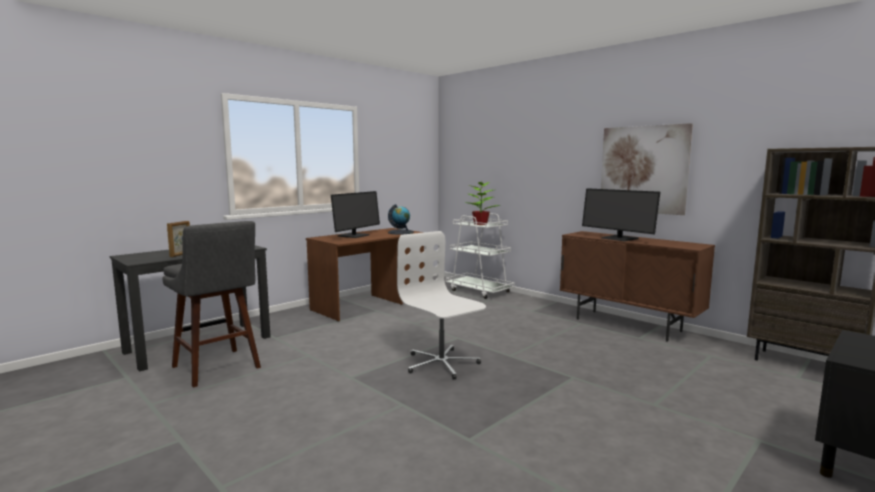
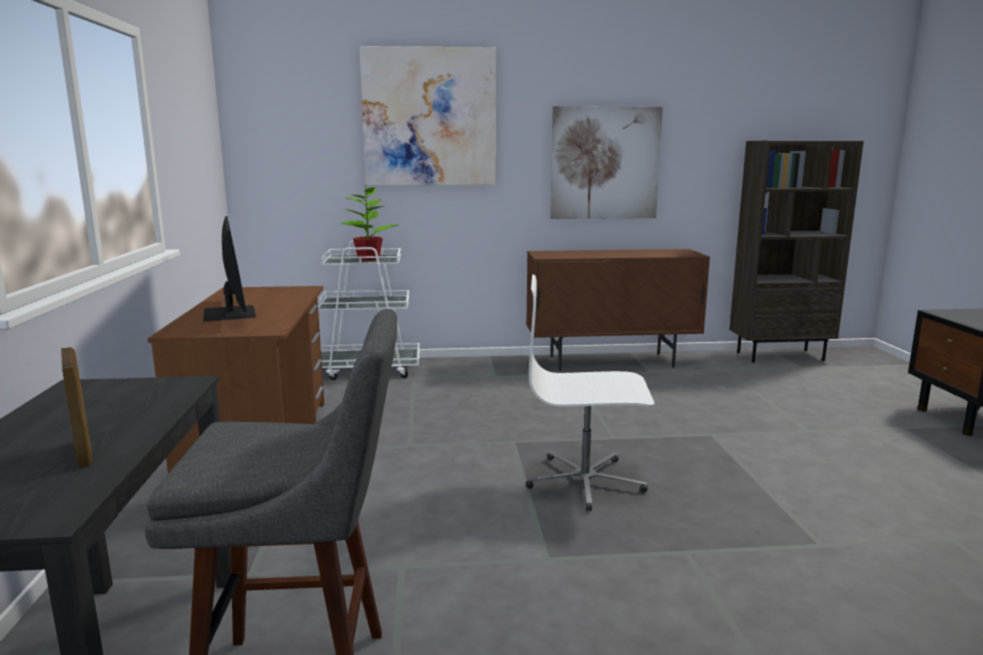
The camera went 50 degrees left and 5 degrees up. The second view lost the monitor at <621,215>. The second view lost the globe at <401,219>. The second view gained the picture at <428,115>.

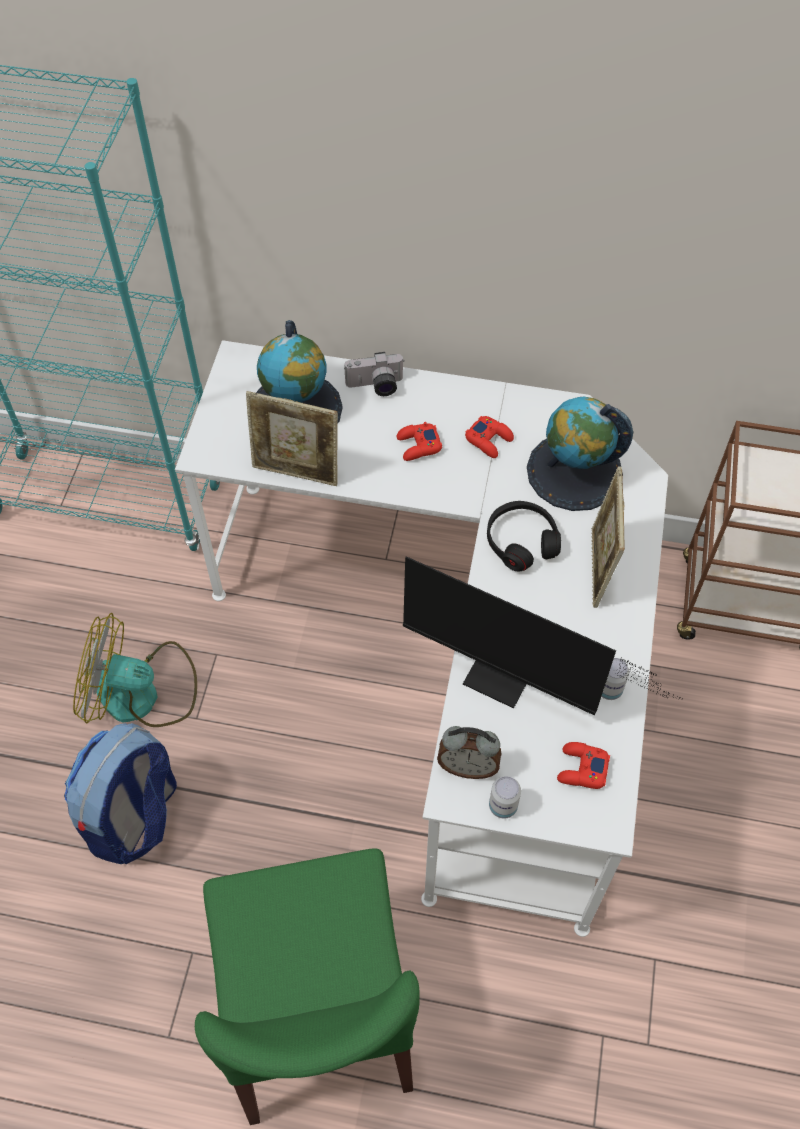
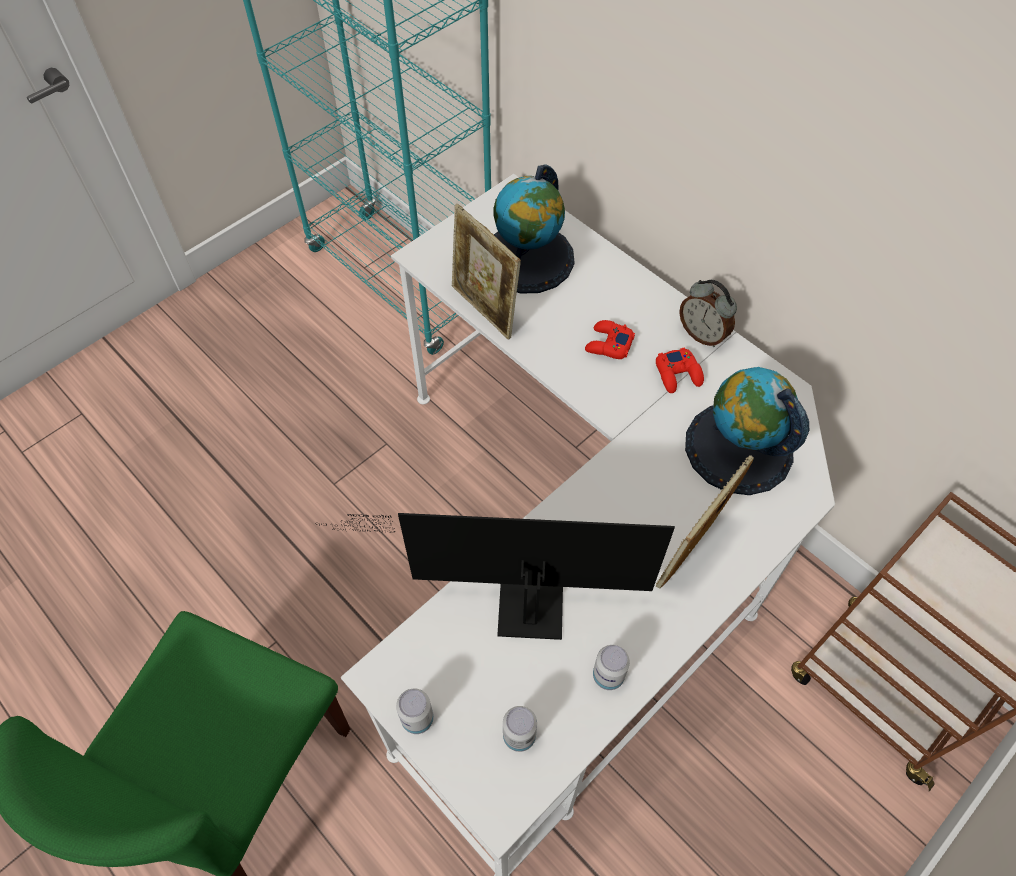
The camera went 35 degrees right and 0 degrees up. The second view lost the photo camera at <373,374>. The second view lost the headphones/black at <524,536>. The monitor at <543,635> ended up facing another way, 120 degrees clockwise from before. The second view lost the fan at <135,670>. The second view lost the backpack at <120,793>. The alarm clock ended up elsewhere, having gone from <469,752> to <708,313>. Where the game controller/red stood at <583,765>, the can came to stand at <520,729>.

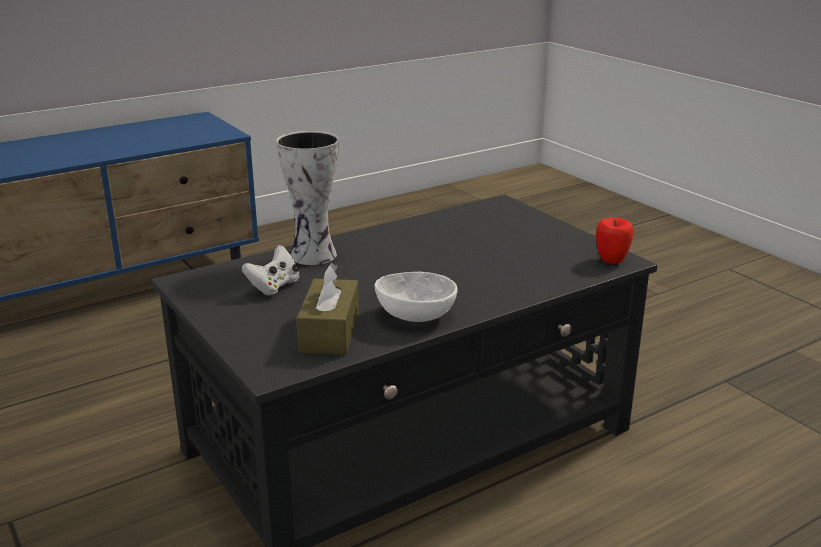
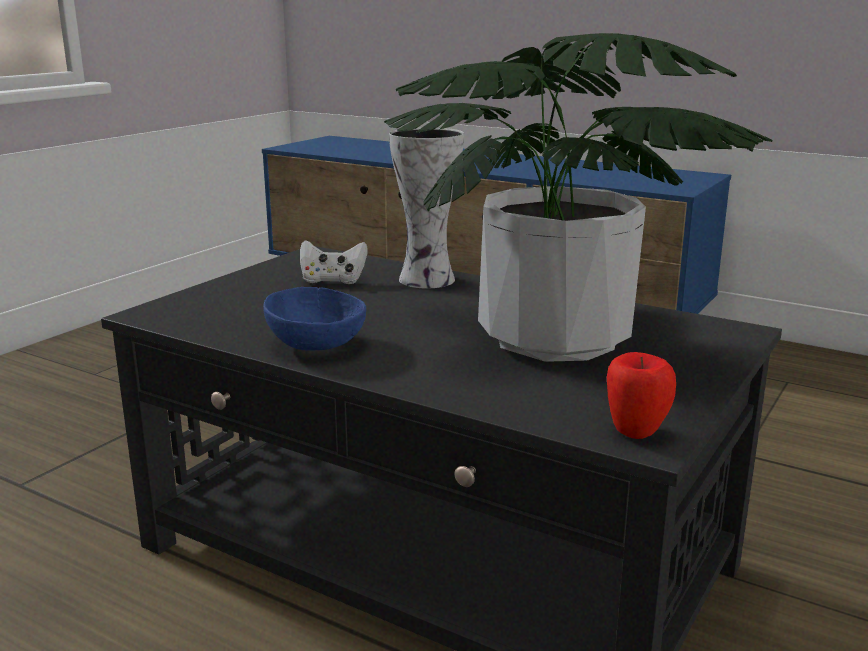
The camera went 65 degrees right and 5 degrees down. The second view lost the tissue box/brown at <327,309>. What was the bowl/white at <416,297> turned into the bowl/blue at <314,319>. The second view gained the potted plant at <578,197>.

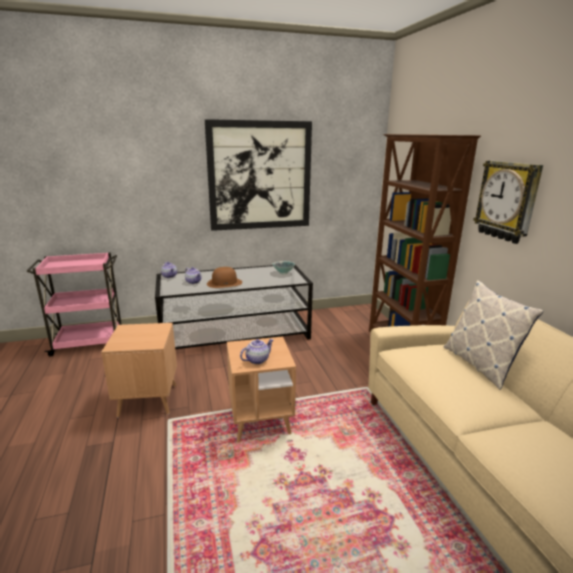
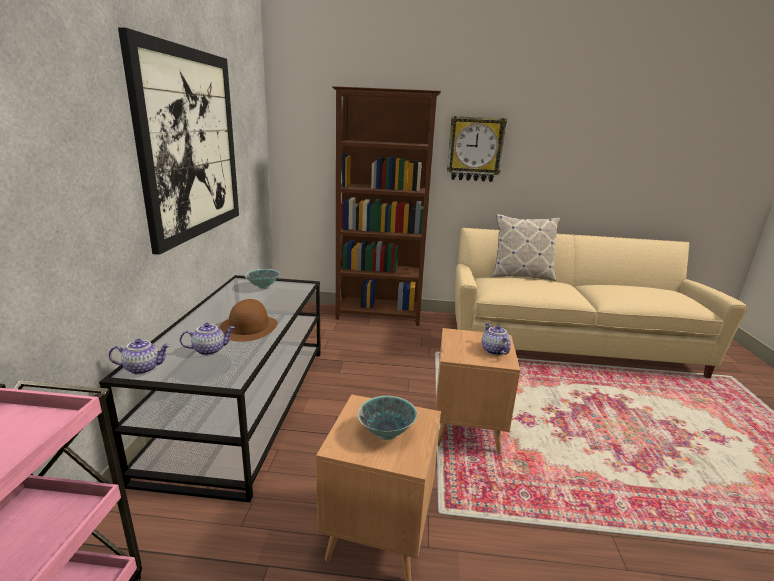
The camera went 70 degrees left and 0 degrees up. The second view gained the bowl at <387,418>.

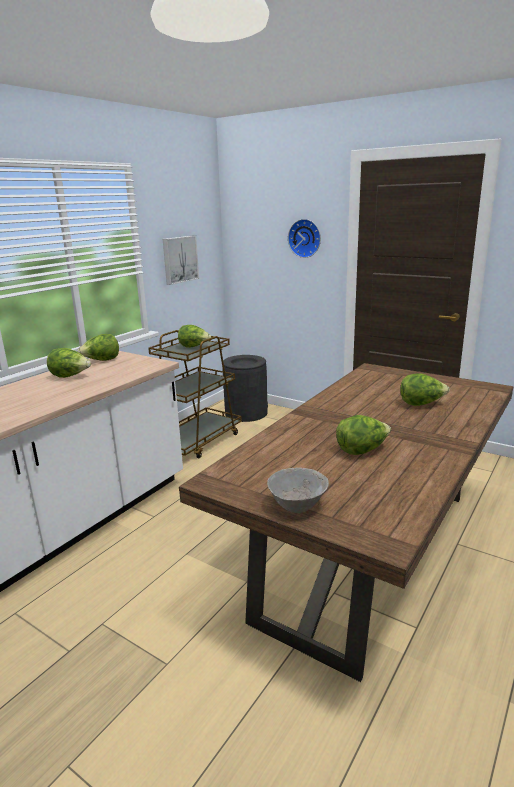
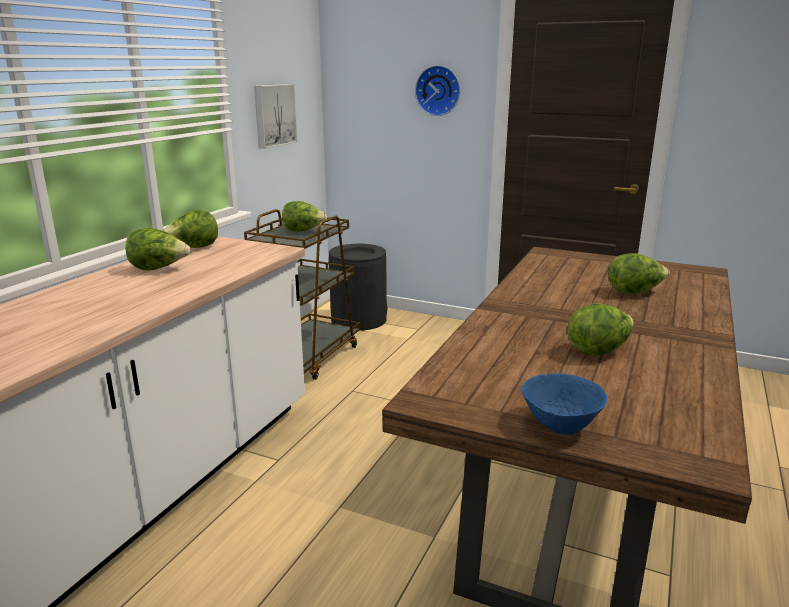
The camera went 10 degrees left and 0 degrees up. What was the bowl/grey at <298,490> turned into the bowl/blue at <565,403>.

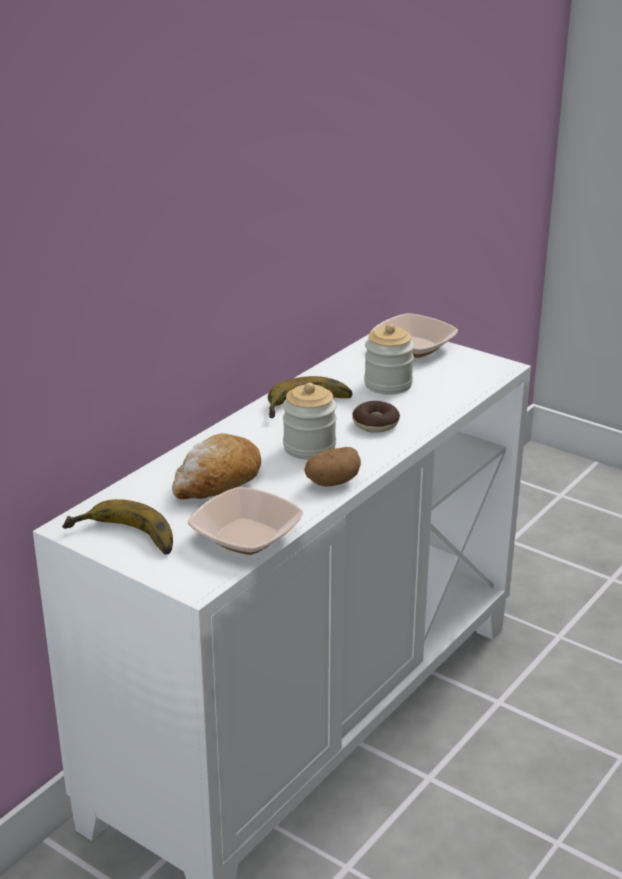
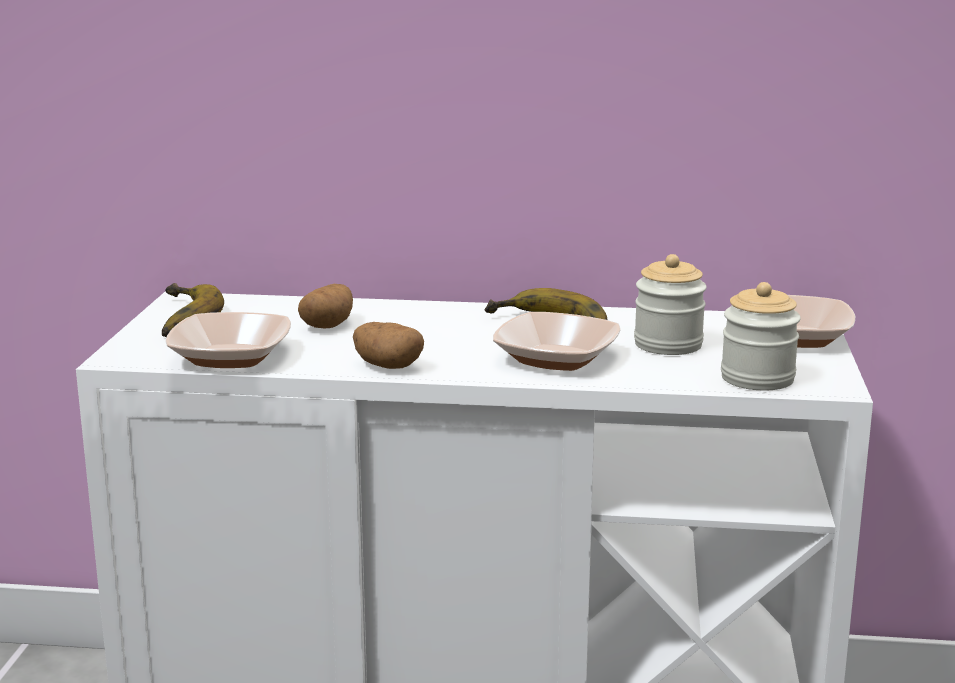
The camera went 60 degrees right and 10 degrees down. The jar ended up elsewhere, having gone from <310,421> to <761,336>. Where the donut stood at <376,417>, the bowl came to stand at <557,341>. Where the bread stood at <216,466>, the potato came to stand at <325,306>.

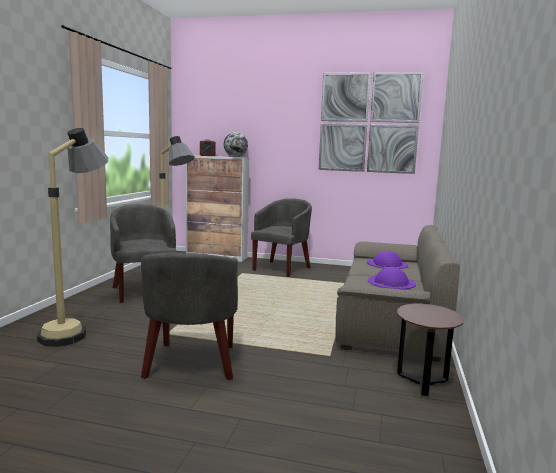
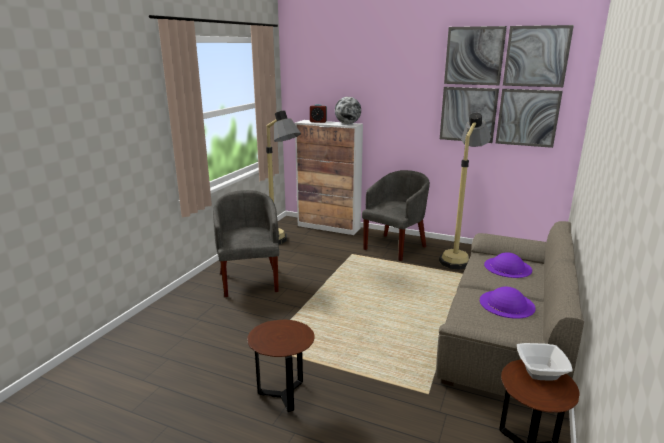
The camera went 10 degrees right and 10 degrees up. The floor lamp ended up elsewhere, having gone from <72,237> to <465,191>. Where the armchair/grey stood at <189,316>, the side table/brown came to stand at <281,366>. The second view gained the bowl at <545,362>.

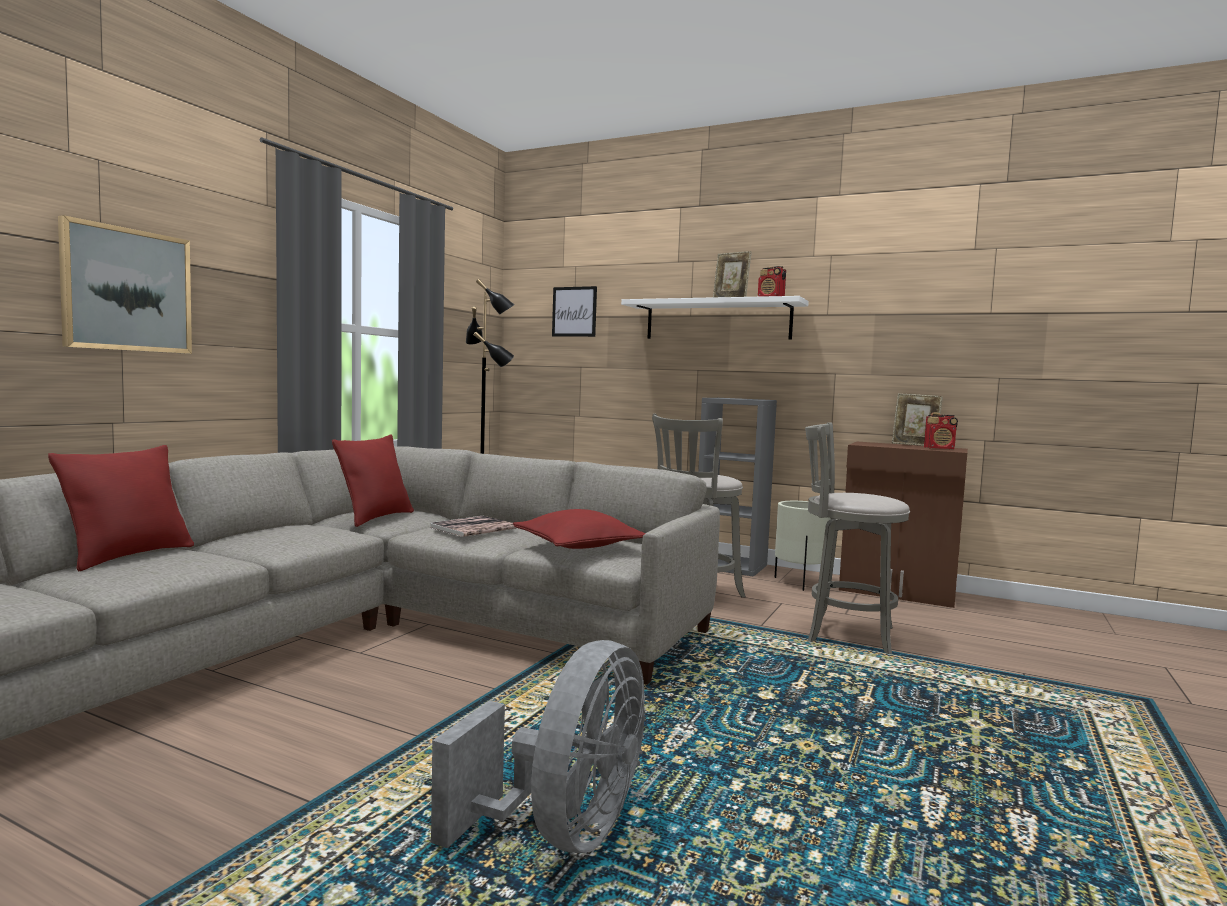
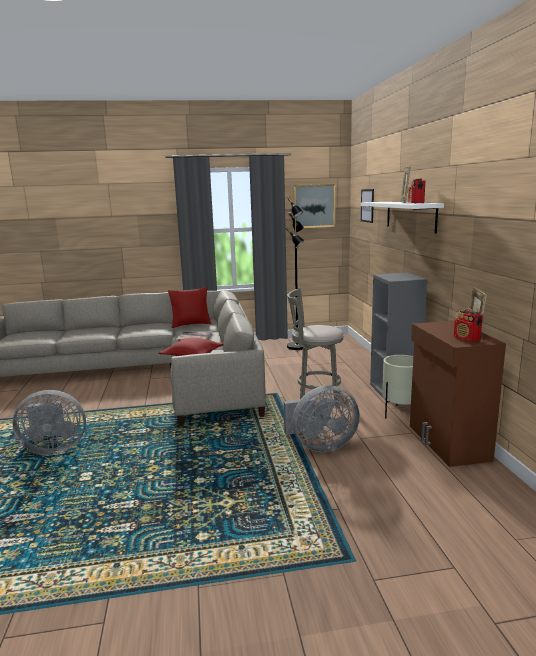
The camera went 55 degrees right and 10 degrees up. The picture ended up elsewhere, having gone from <125,284> to <314,206>. Where the stool/grey stood at <857,538>, the fan/grey came to stand at <322,418>. The second view lost the pillow/red at <121,508>.

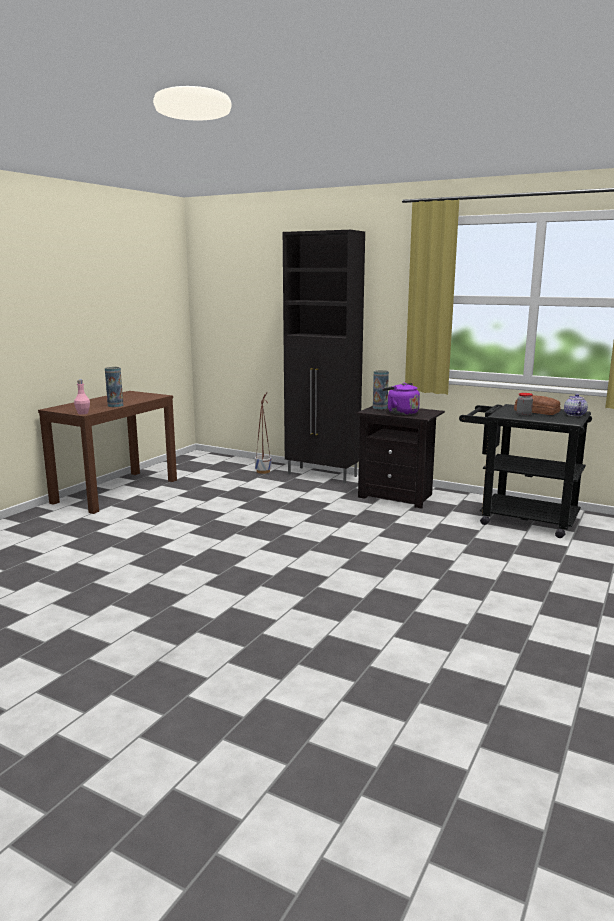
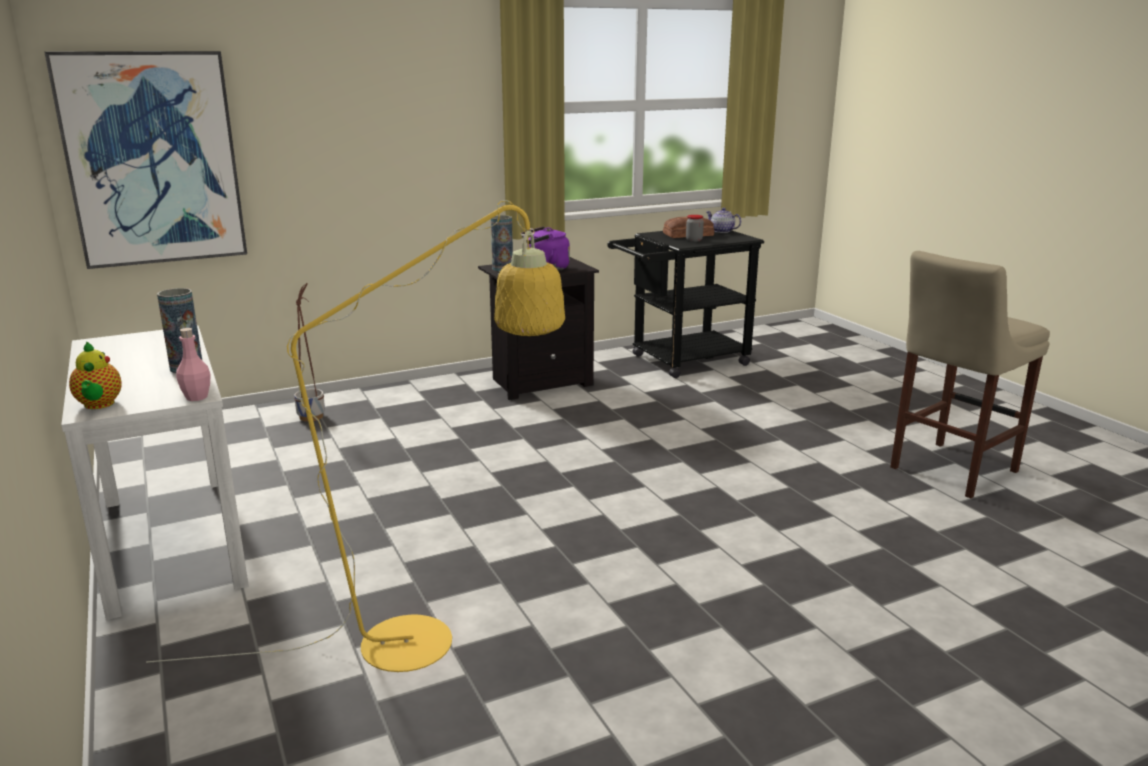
The camera went 55 degrees left and 5 degrees up. The second view lost the cabinet/black at <324,356>. What was the console table/brown at <107,452> turned into the console table/white at <155,473>. The second view gained the picture at <145,160>. The second view gained the floor lamp/yellow at <355,436>. The second view gained the stool/beige at <970,374>. The second view gained the teapot at <95,375>.

